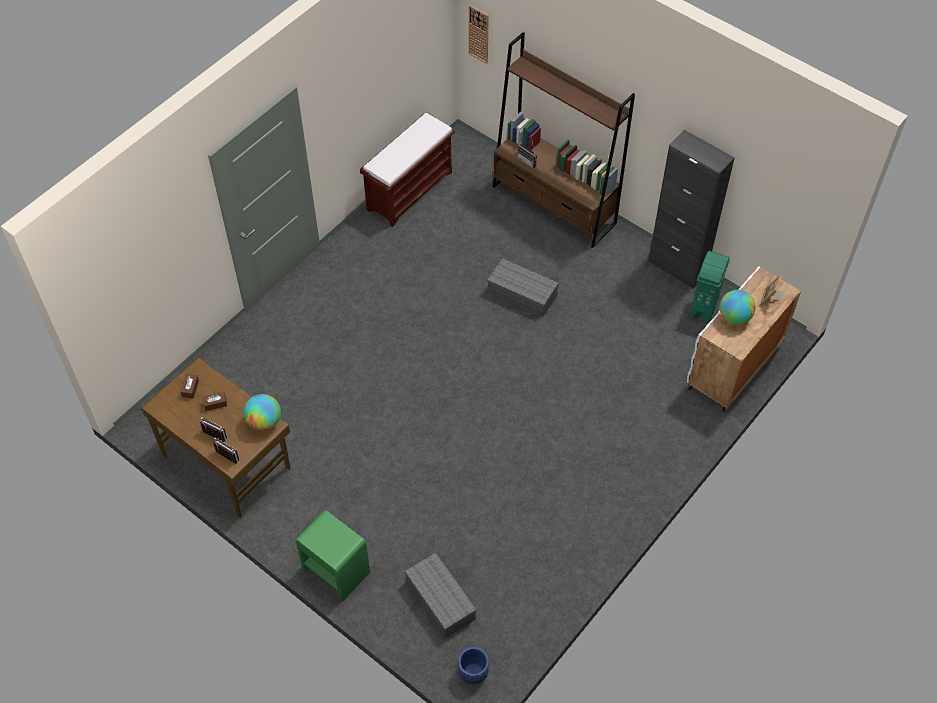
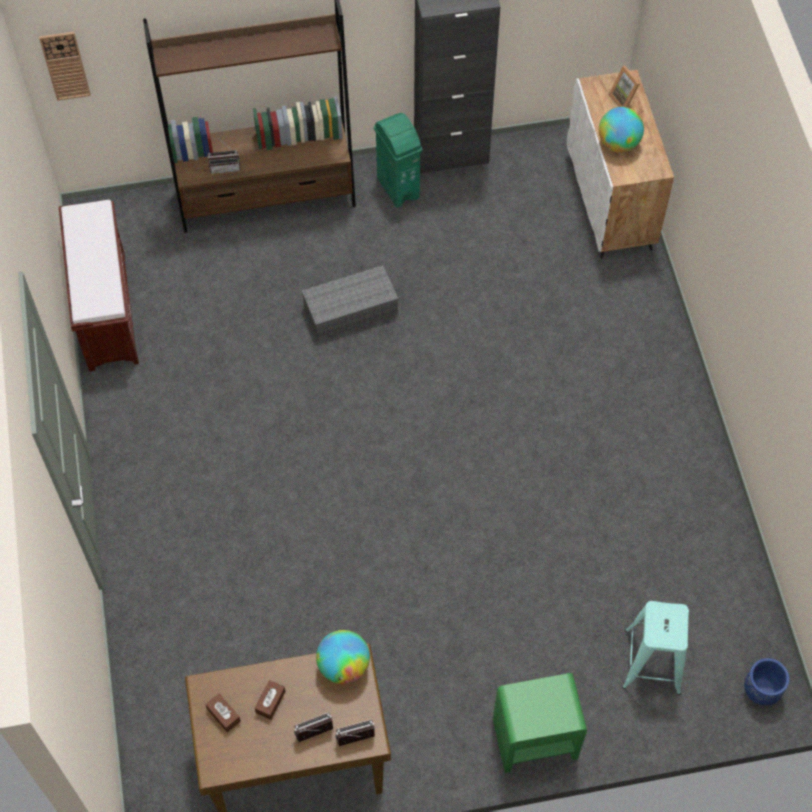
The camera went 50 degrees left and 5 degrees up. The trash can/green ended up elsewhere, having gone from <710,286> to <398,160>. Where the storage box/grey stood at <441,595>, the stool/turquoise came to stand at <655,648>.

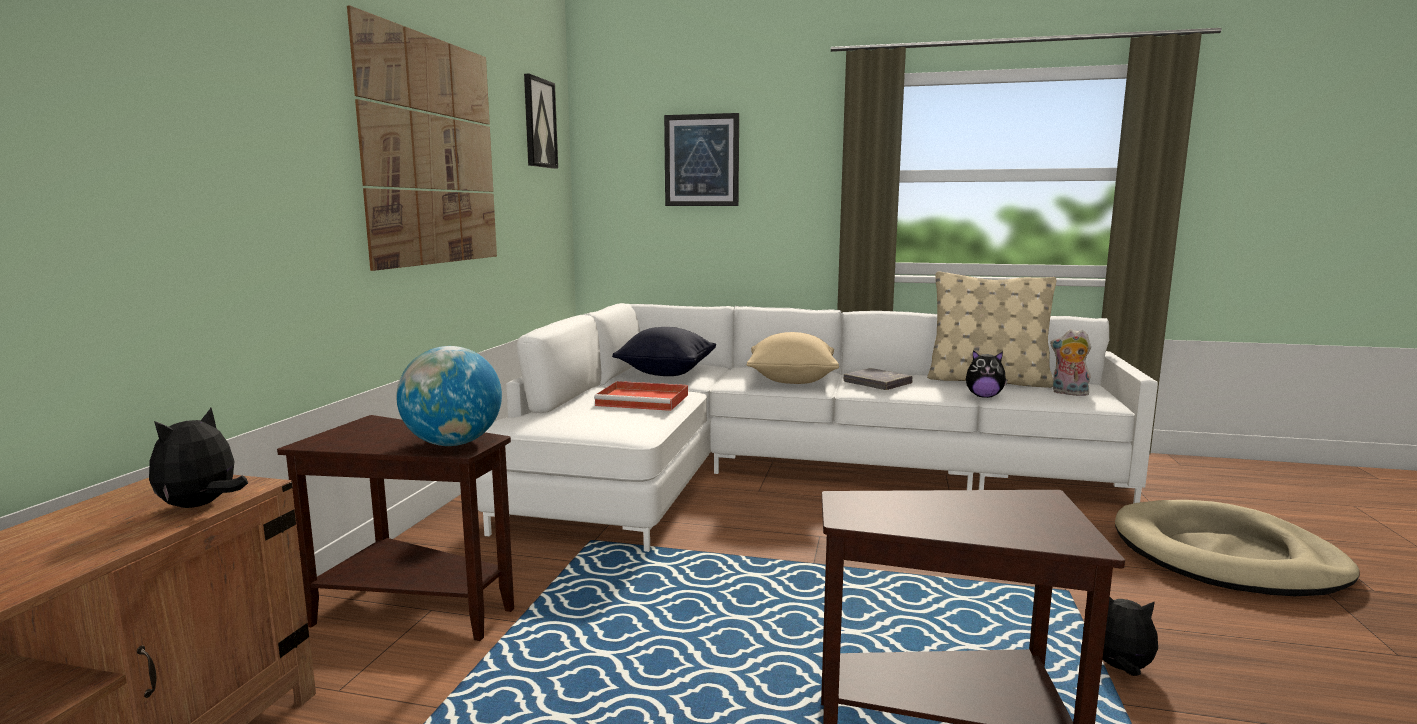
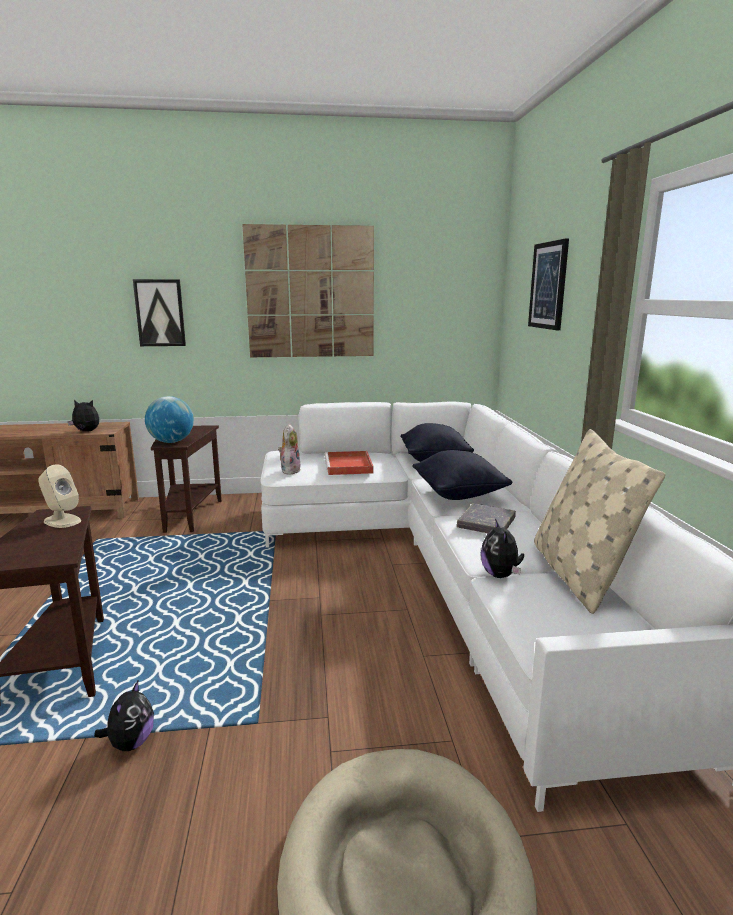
The camera went 70 degrees right and 5 degrees up. The picture ended up elsewhere, having gone from <541,121> to <159,312>. The plush toy ended up elsewhere, having gone from <1070,362> to <289,449>. What was the pillow/beige at <793,358> turned into the pillow/black at <462,475>. The second view gained the speaker/beige at <59,496>.

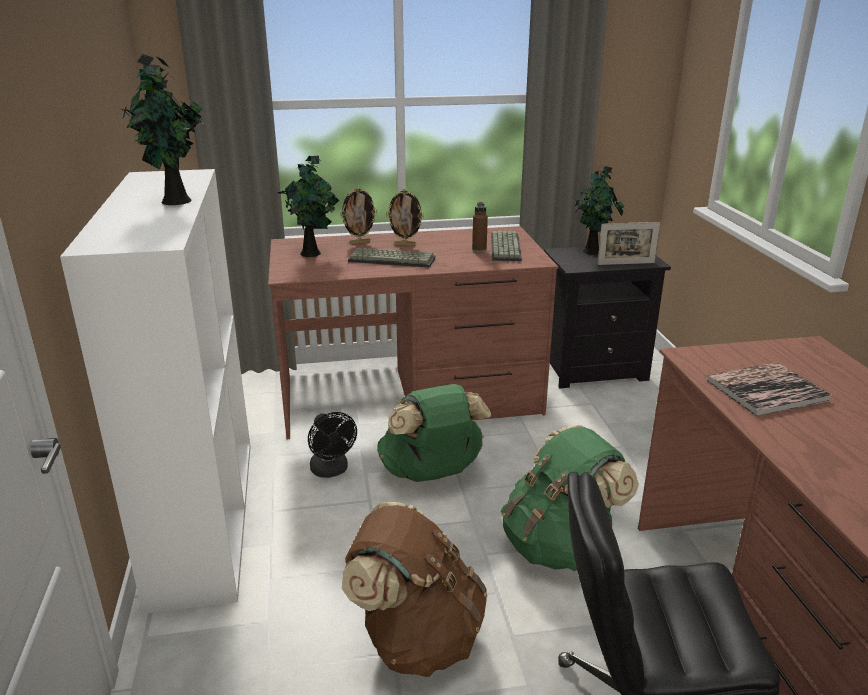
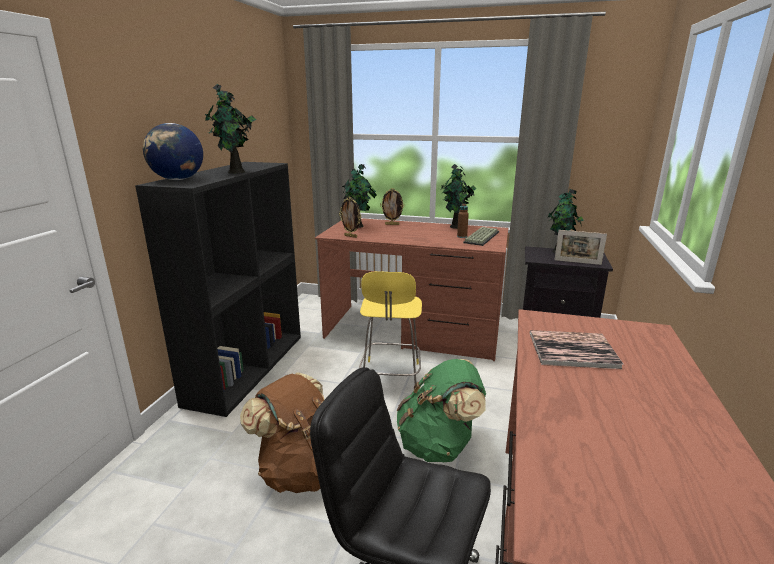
The camera went 25 degrees right and 5 degrees down. What was the bookcase/white at <155,391> turned into the bookcase/black at <218,289>. The picture frame ended up elsewhere, having gone from <405,217> to <350,217>. The second view lost the keyboard at <392,258>. Where the backpack/green stood at <434,433>, the stool/yellow came to stand at <390,327>. The second view lost the fan/black at <332,445>. The second view gained the globe at <173,151>. The second view gained the potted plant at <458,196>.

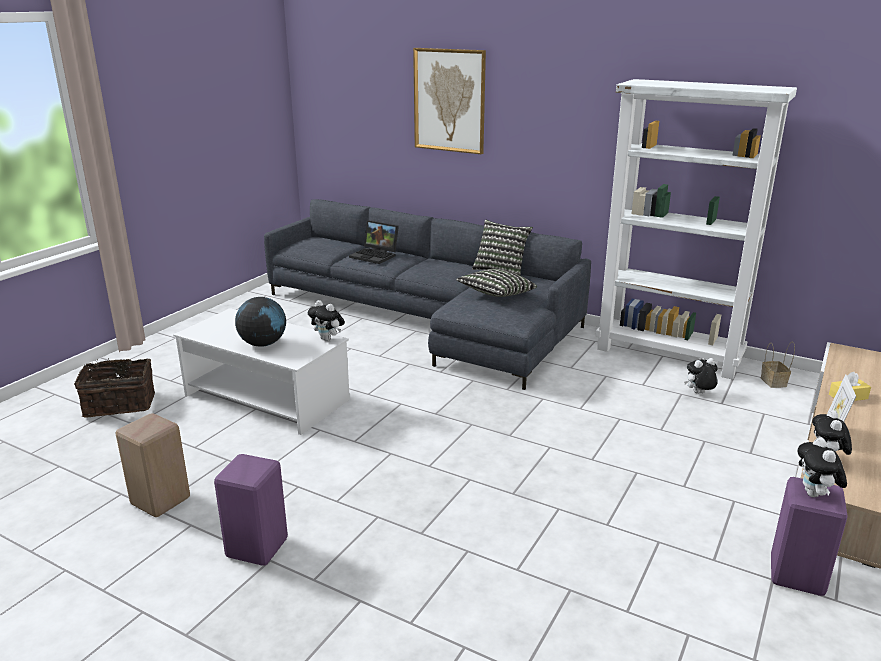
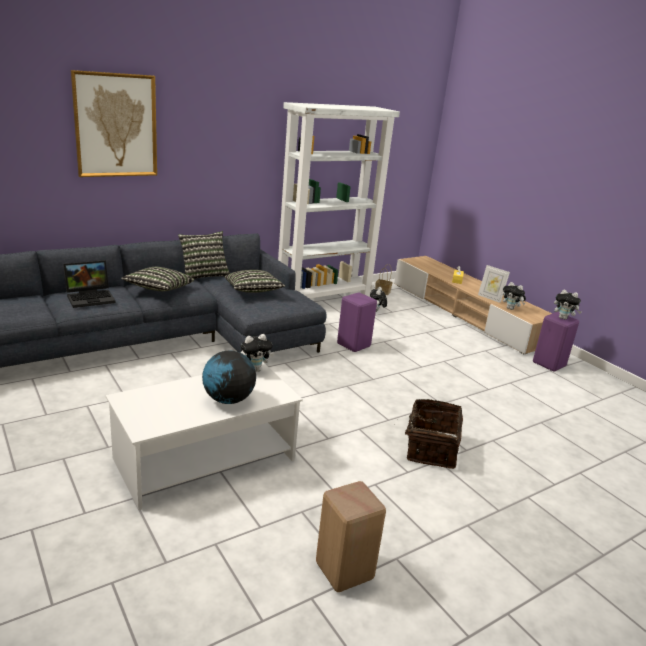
The camera went 65 degrees left and 0 degrees up. The basket ended up elsewhere, having gone from <114,388> to <428,434>. The stool/purple ended up elsewhere, having gone from <251,510> to <357,322>. The second view gained the pillow at <157,279>.

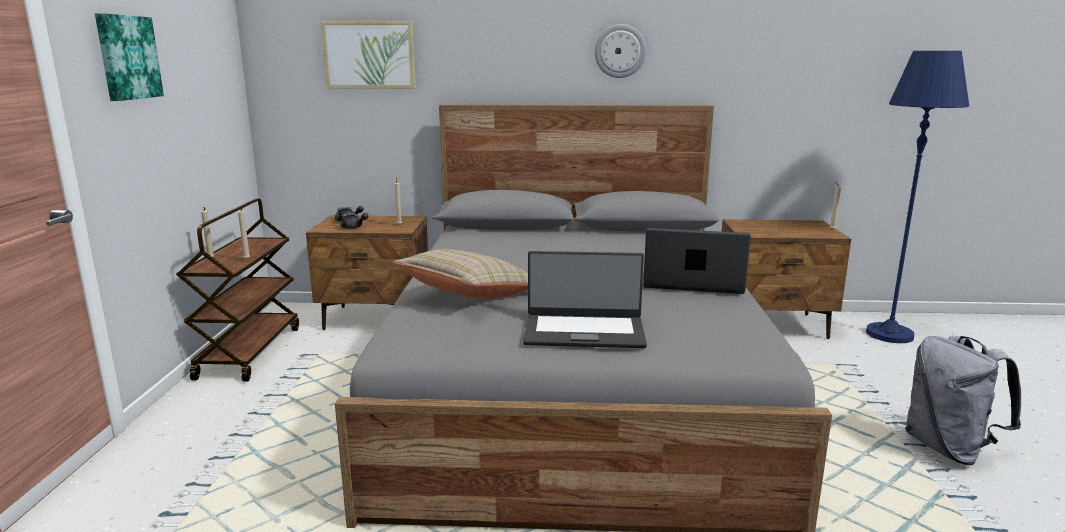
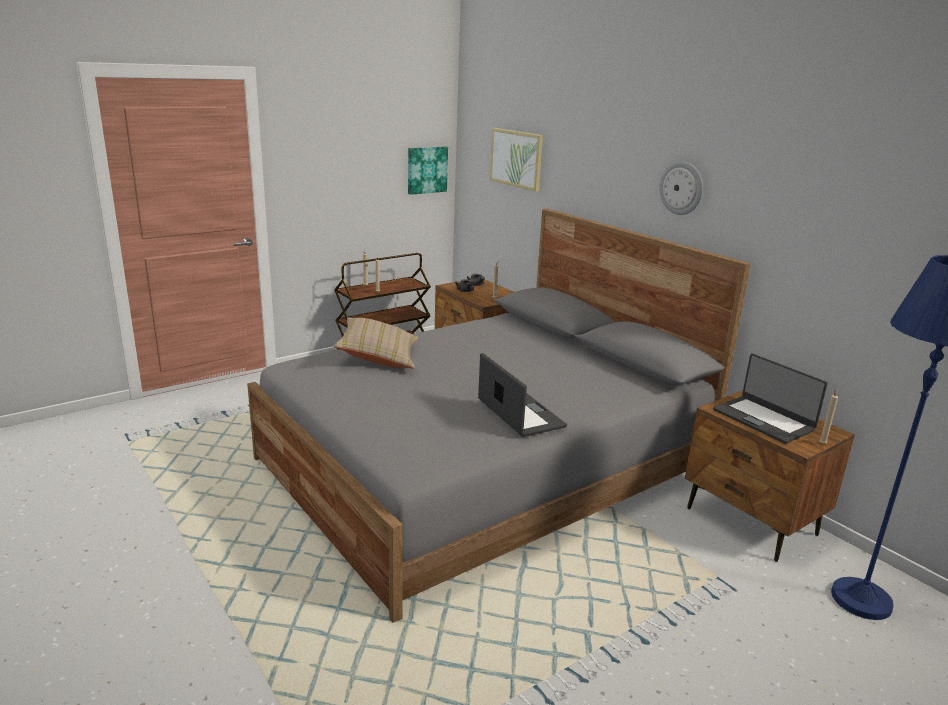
The camera went 50 degrees right and 5 degrees up. The picture ended up elsewhere, having gone from <129,57> to <428,170>. The laptop ended up elsewhere, having gone from <585,299> to <770,398>. The second view lost the backpack/grey at <963,400>.

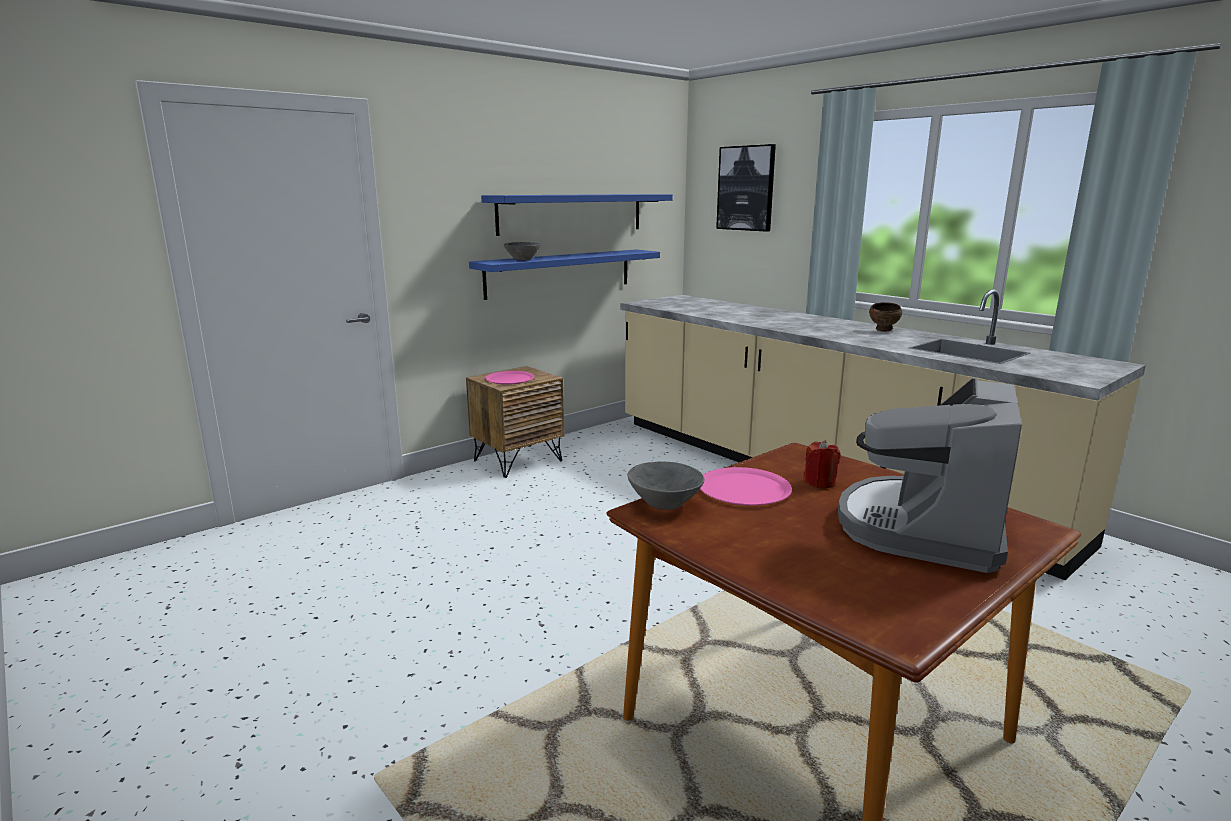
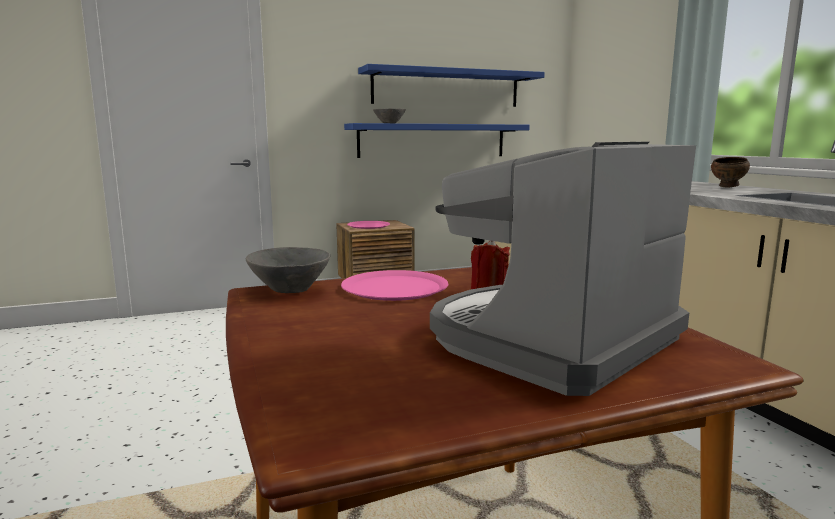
The camera went 20 degrees right and 5 degrees down. The second view lost the picture at <746,188>.

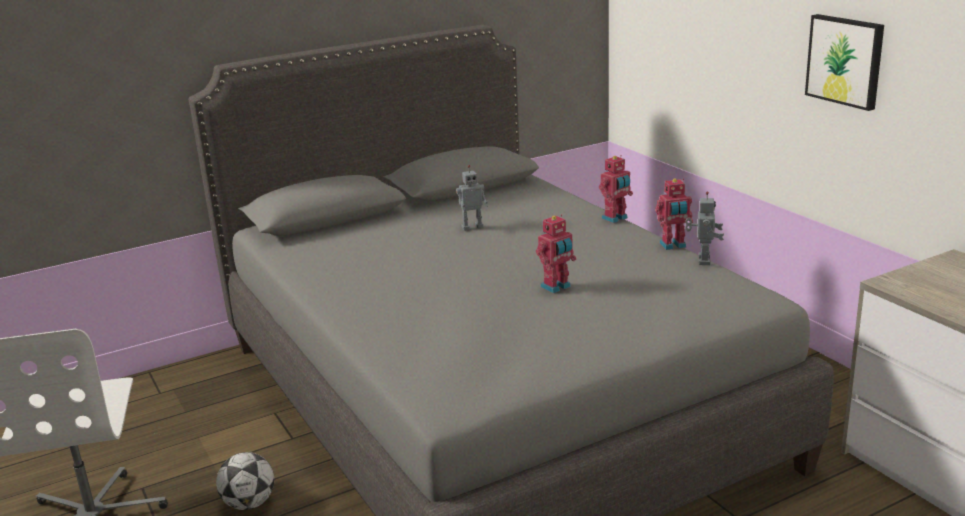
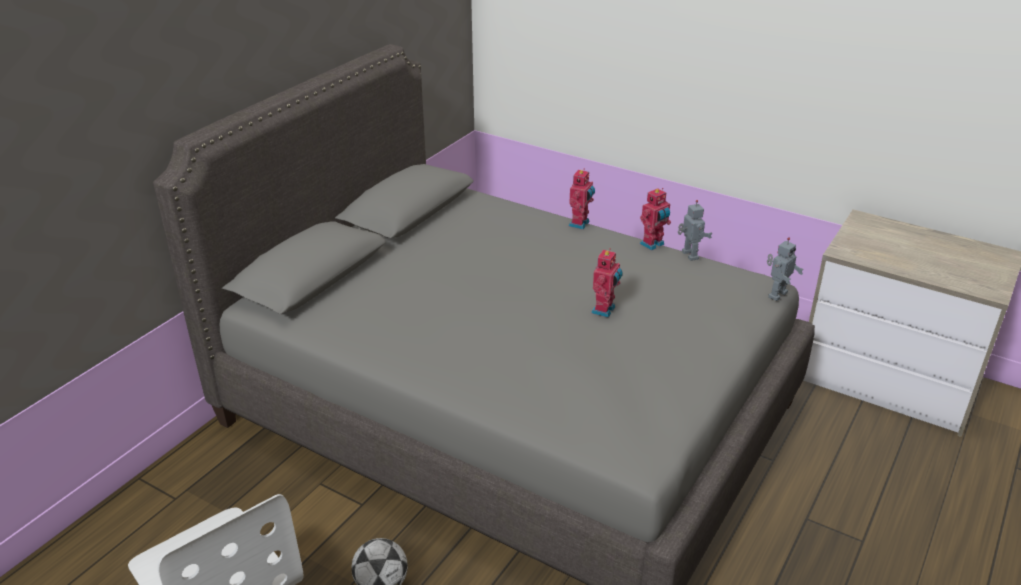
The camera went 30 degrees left and 10 degrees up. The second view lost the picture at <844,62>. The toy robot ended up elsewhere, having gone from <472,198> to <785,269>.

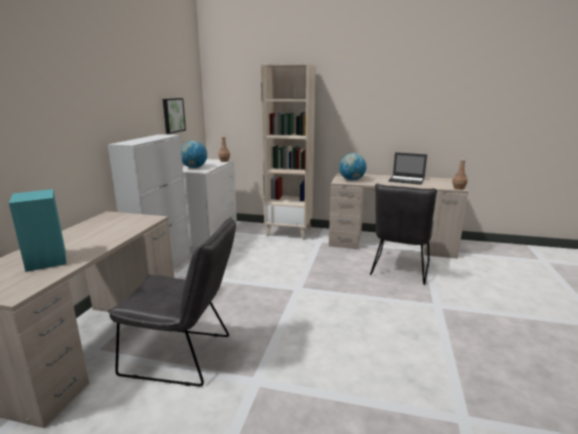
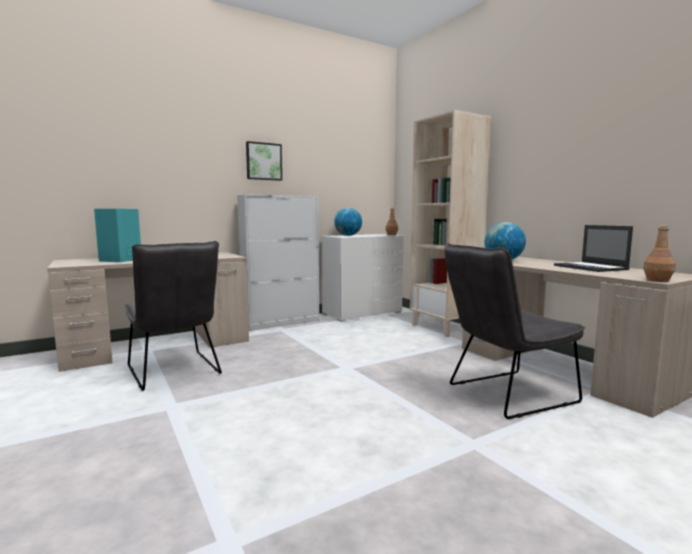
The camera went 45 degrees right and 10 degrees down. The picture ended up elsewhere, having gone from <174,116> to <264,161>.

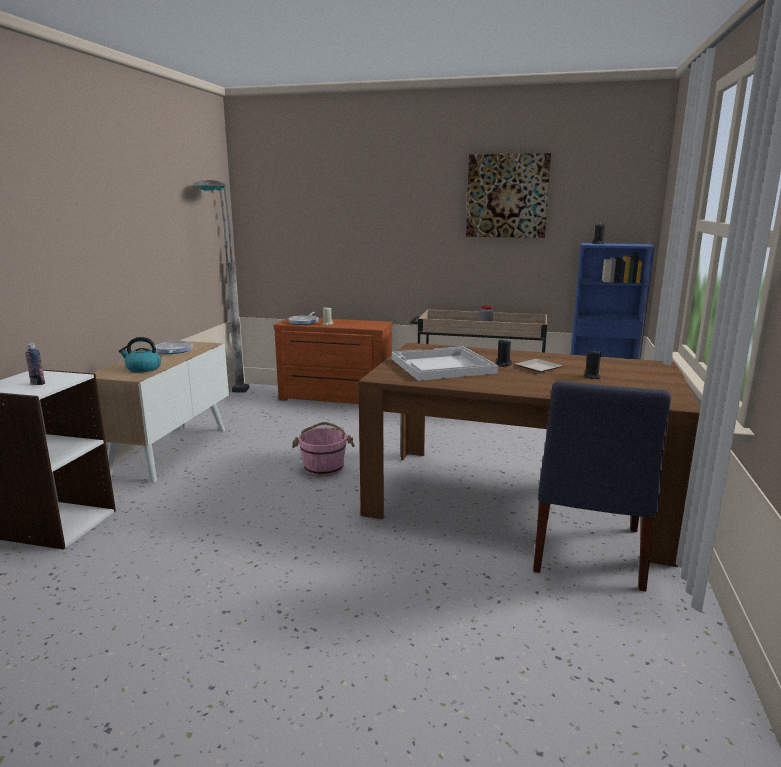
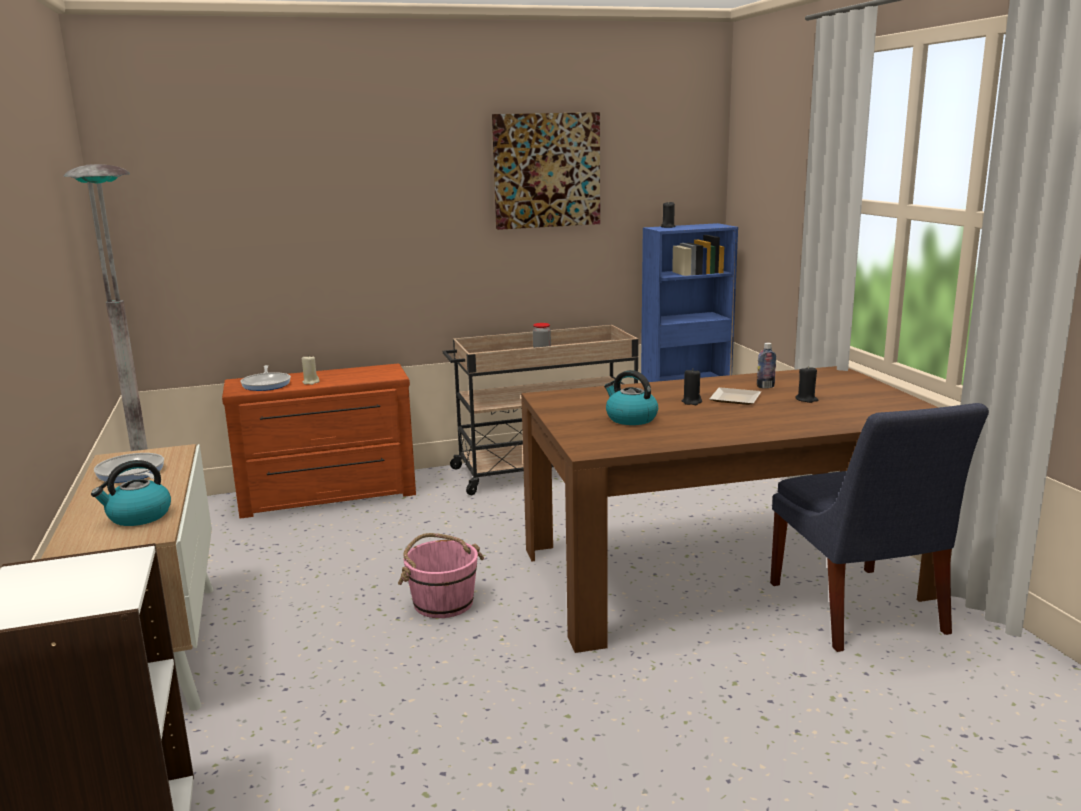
The camera went 30 degrees left and 0 degrees up. The bottle ended up elsewhere, having gone from <35,364> to <766,365>. Where the tray/white stood at <445,363>, the kettle came to stand at <631,397>.

